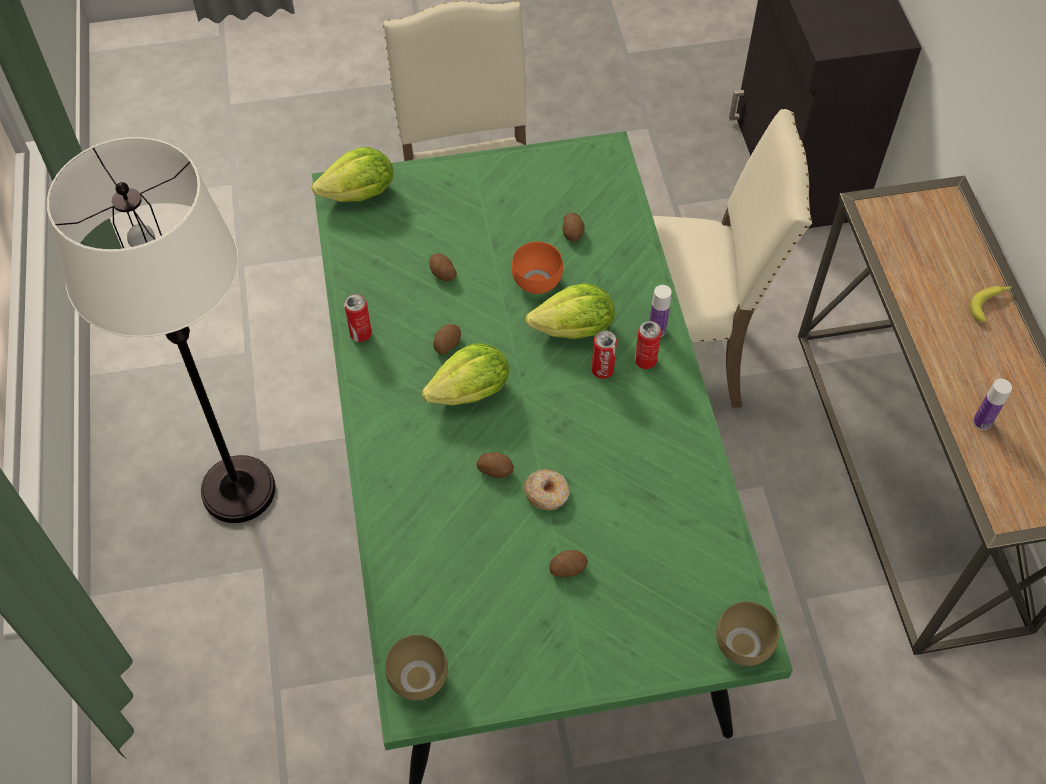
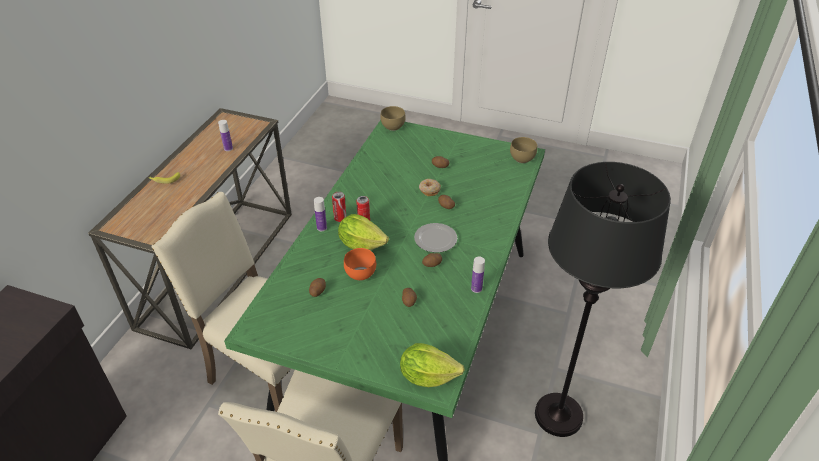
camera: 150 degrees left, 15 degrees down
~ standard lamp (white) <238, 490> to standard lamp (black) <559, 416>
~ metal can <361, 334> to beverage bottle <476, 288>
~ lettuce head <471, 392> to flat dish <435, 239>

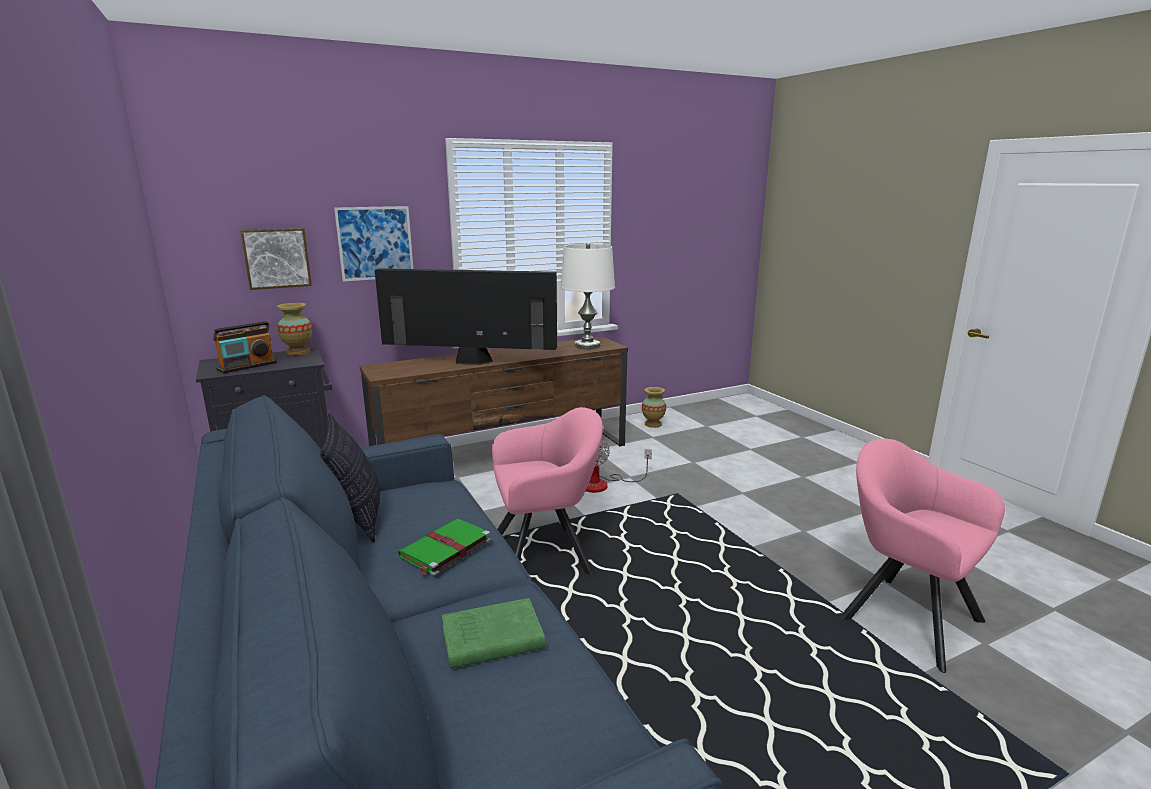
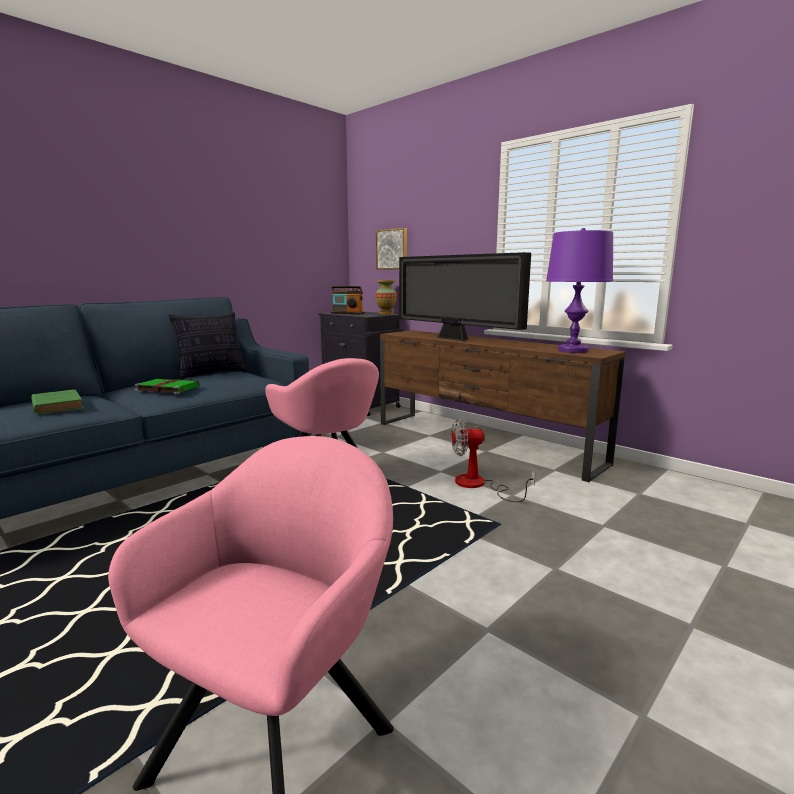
camera: 70 degrees right, 5 degrees down
- wall picture <375, 243>
~ table lamp (white) <587, 346> to table lamp (purplish) <573, 350>
~ TV <470, 362> = <455, 339> 150 degrees clockwise
- vase <653, 424>

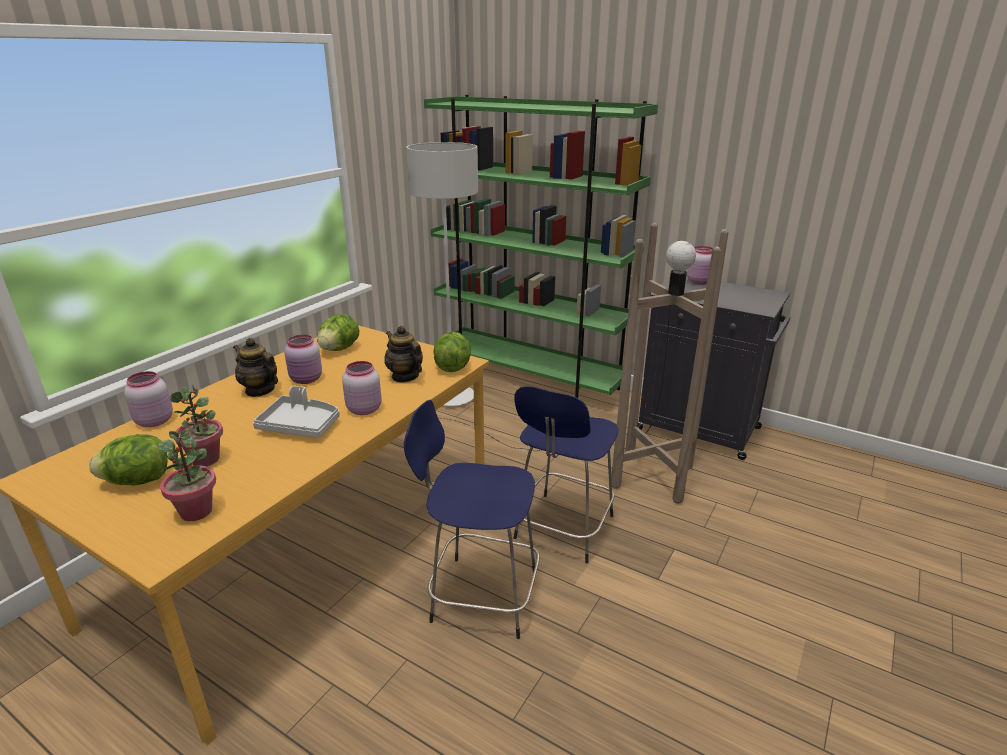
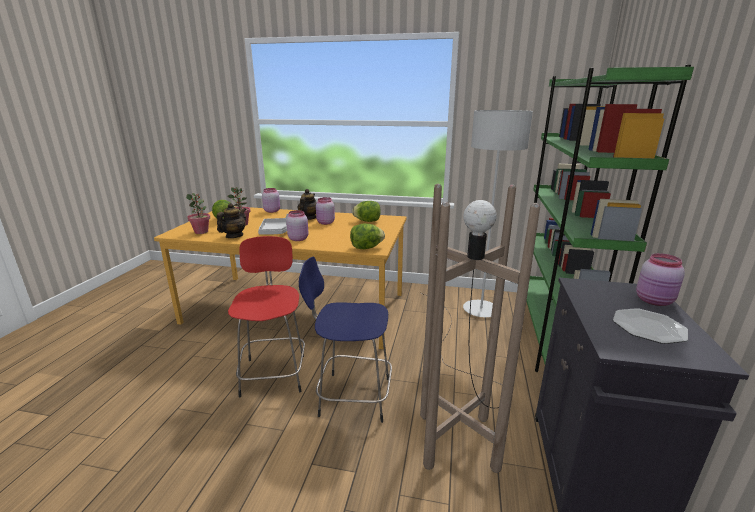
camera: 70 degrees right, 5 degrees down
~ pot for tea <405, 376> to <234, 236>
~ stool seat (blue-coloured) <480, 595> to stool seat (reddish) <274, 373>
+ flat dish <648, 327>

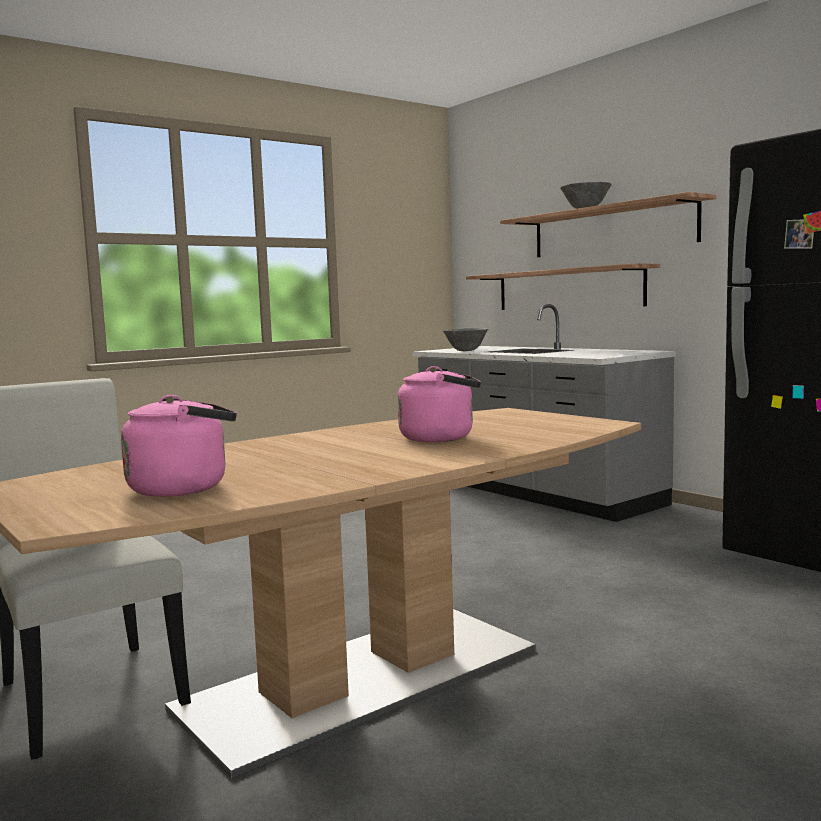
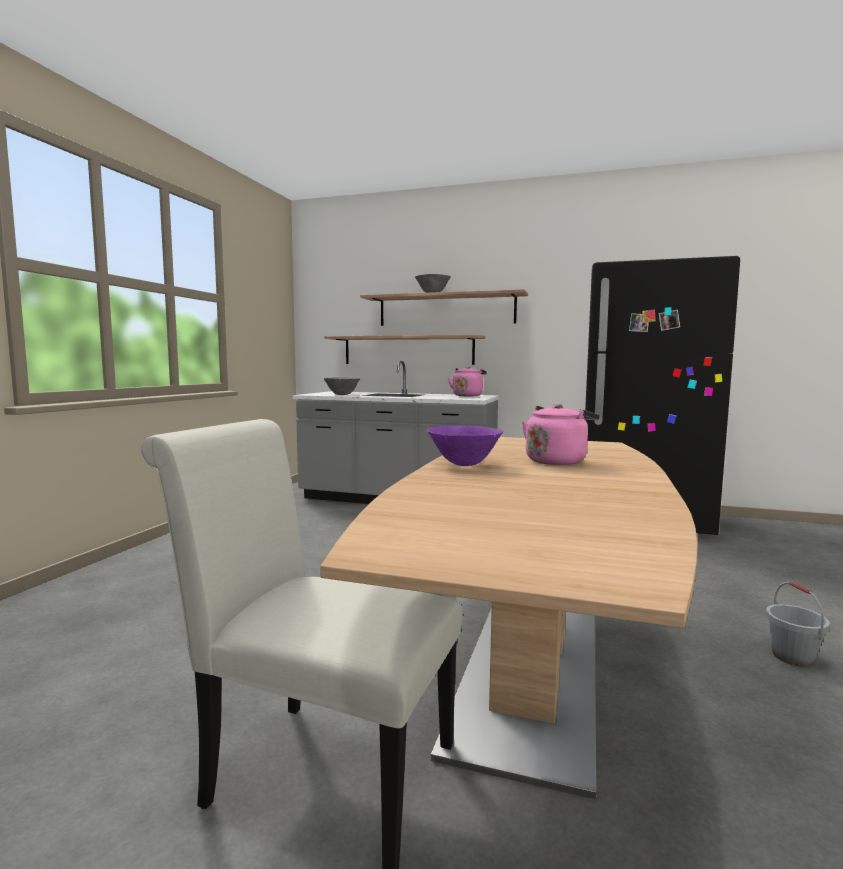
camera: 35 degrees left, 0 degrees up
~ kettle (pink) <184, 488> to <467, 395>
+ serving bowl (purplish) <464, 464>
+ bucket (greyish) <792, 657>

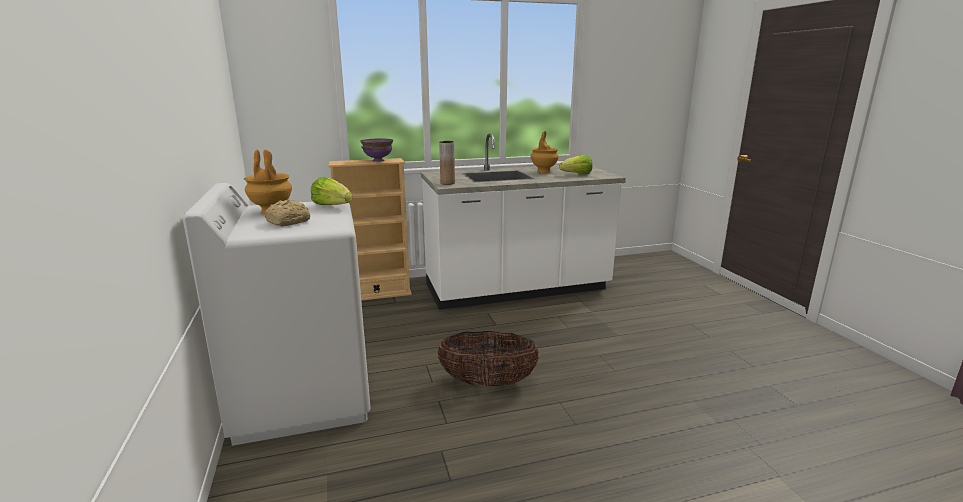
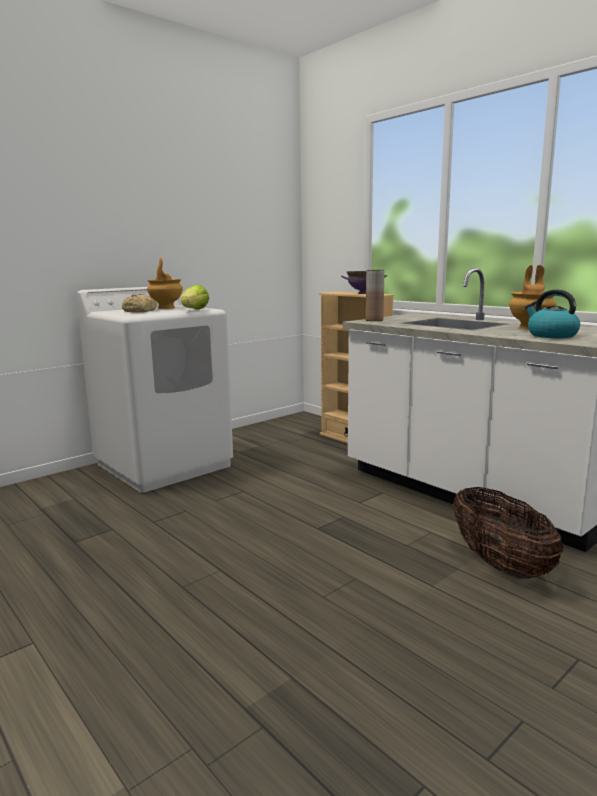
camera: 65 degrees right, 5 degrees down
~ lettuce head <577, 174> to kettle <551, 335>
~ basket <488, 382> to <500, 564>

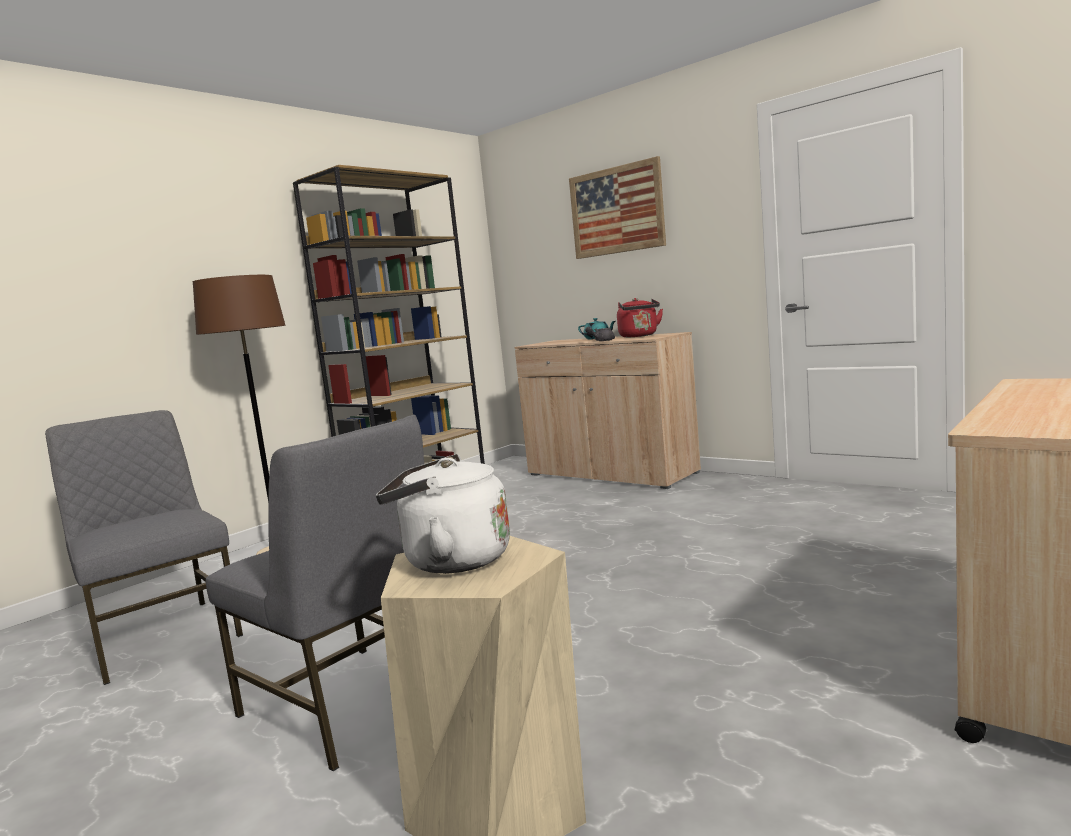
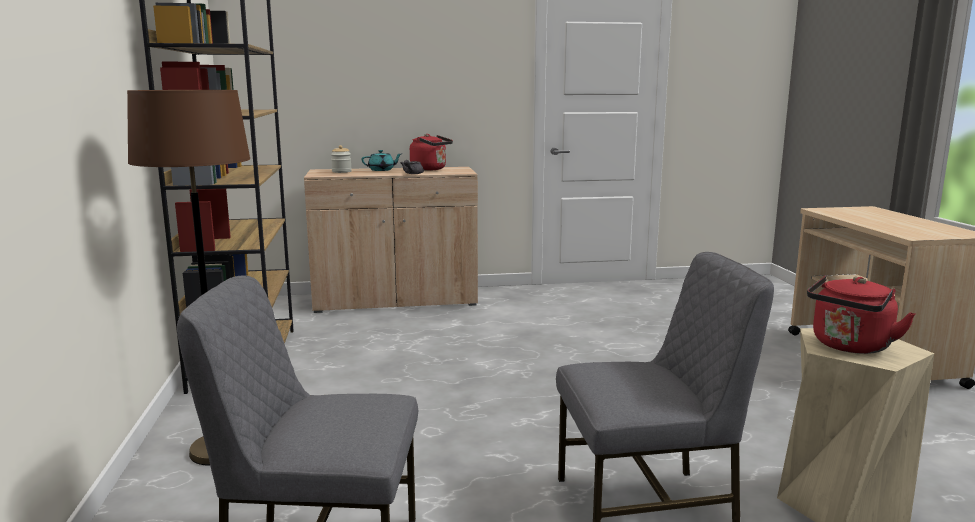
camera: 50 degrees left, 5 degrees up
- wall picture <616, 210>
~ kettle (white) <450, 561> to kettle (reddish) <849, 347>
+ storage jar <341, 171>

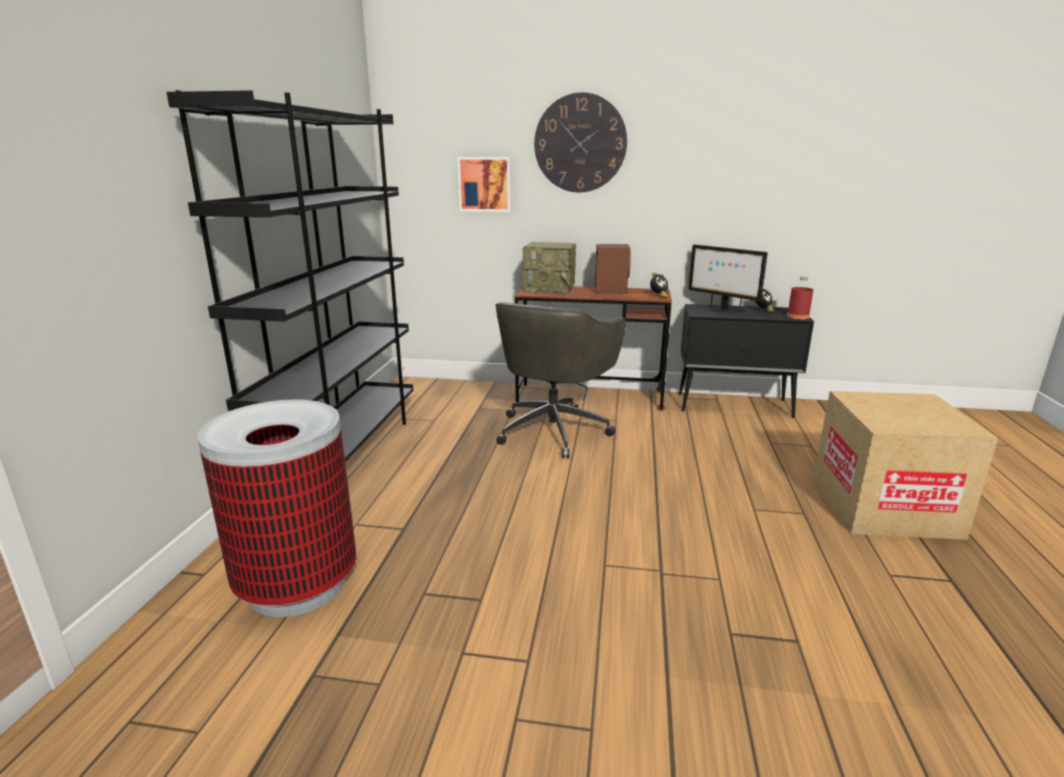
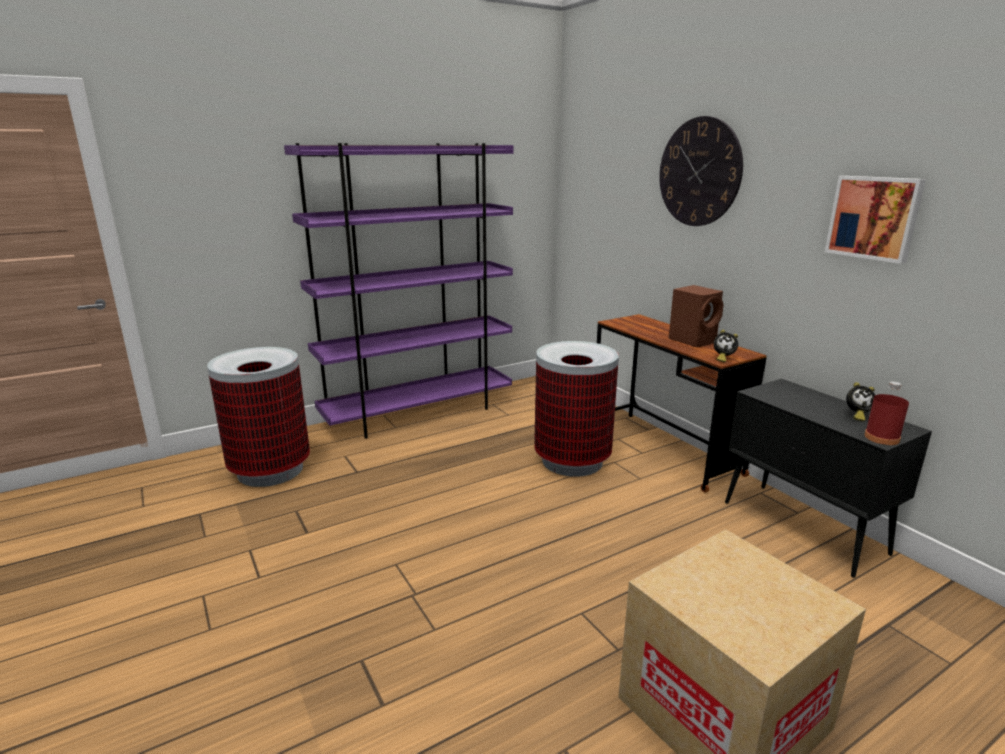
camera: 50 degrees right, 0 degrees up
~ shelving unit (black) <345, 454> to shelving unit (purplish) <419, 413>
~ wall picture <485, 184> to <874, 217>
- radio <550, 289>
- monitor <722, 310>
~ office chair (greyish) <554, 430> to waste bin <571, 461>

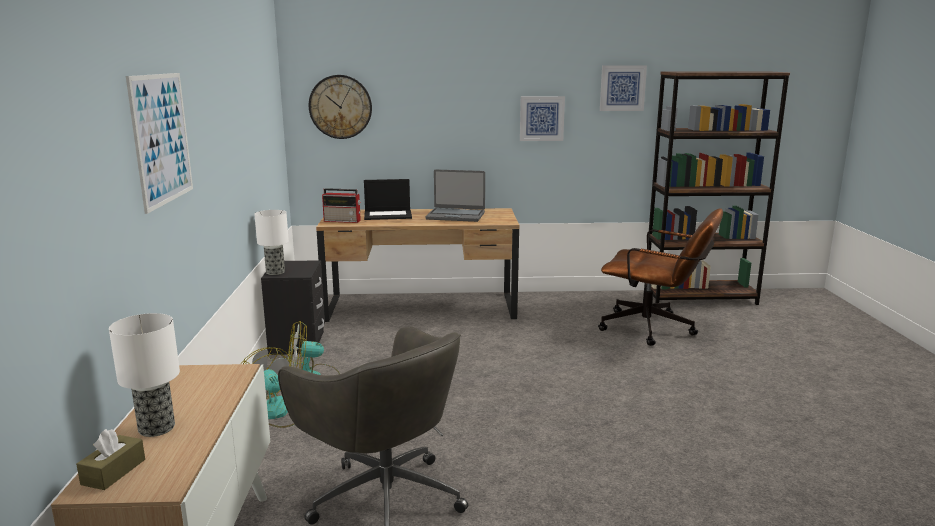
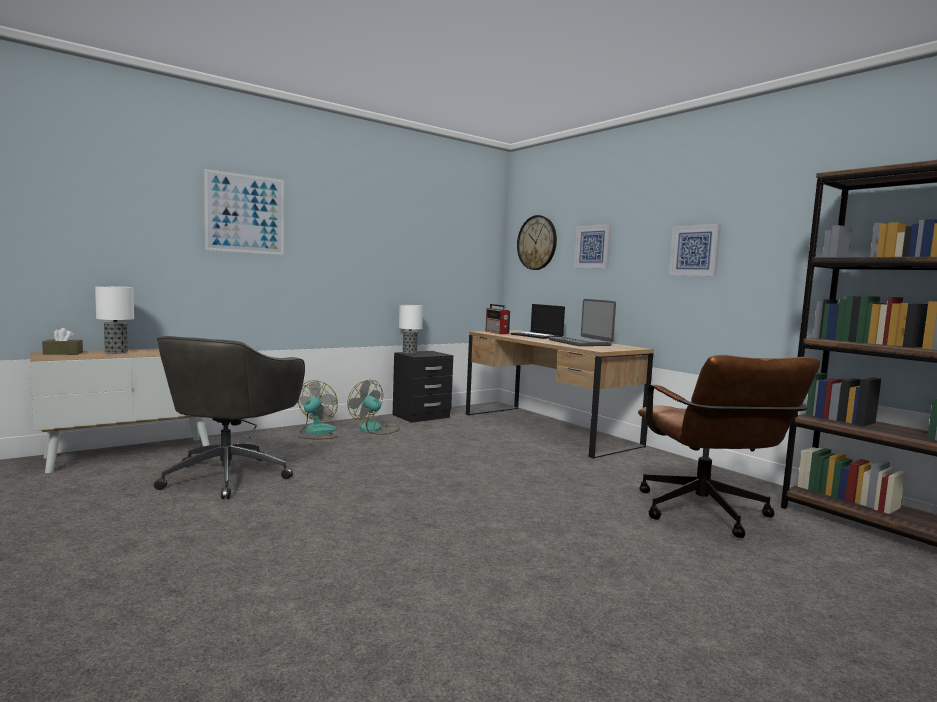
camera: 55 degrees right, 10 degrees down
~ wall picture <622, 88> to <593, 247>

